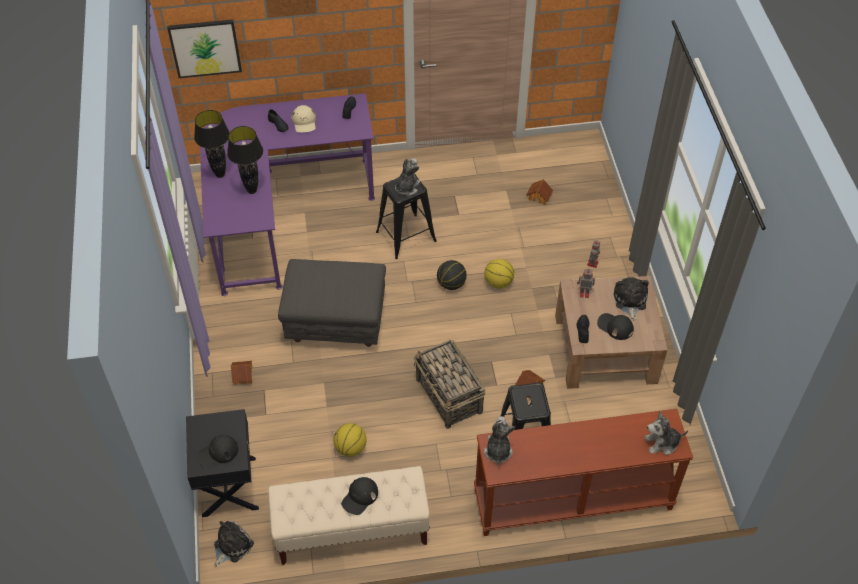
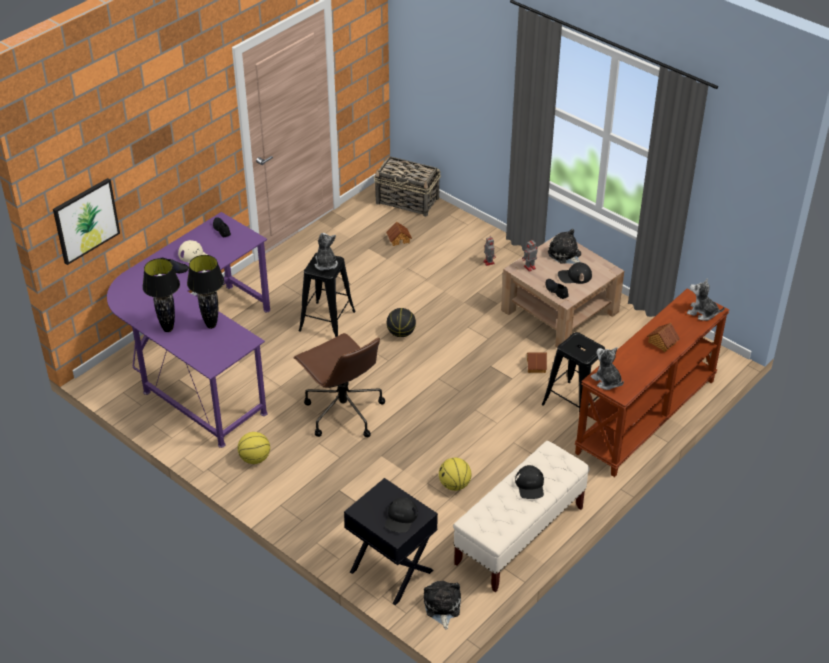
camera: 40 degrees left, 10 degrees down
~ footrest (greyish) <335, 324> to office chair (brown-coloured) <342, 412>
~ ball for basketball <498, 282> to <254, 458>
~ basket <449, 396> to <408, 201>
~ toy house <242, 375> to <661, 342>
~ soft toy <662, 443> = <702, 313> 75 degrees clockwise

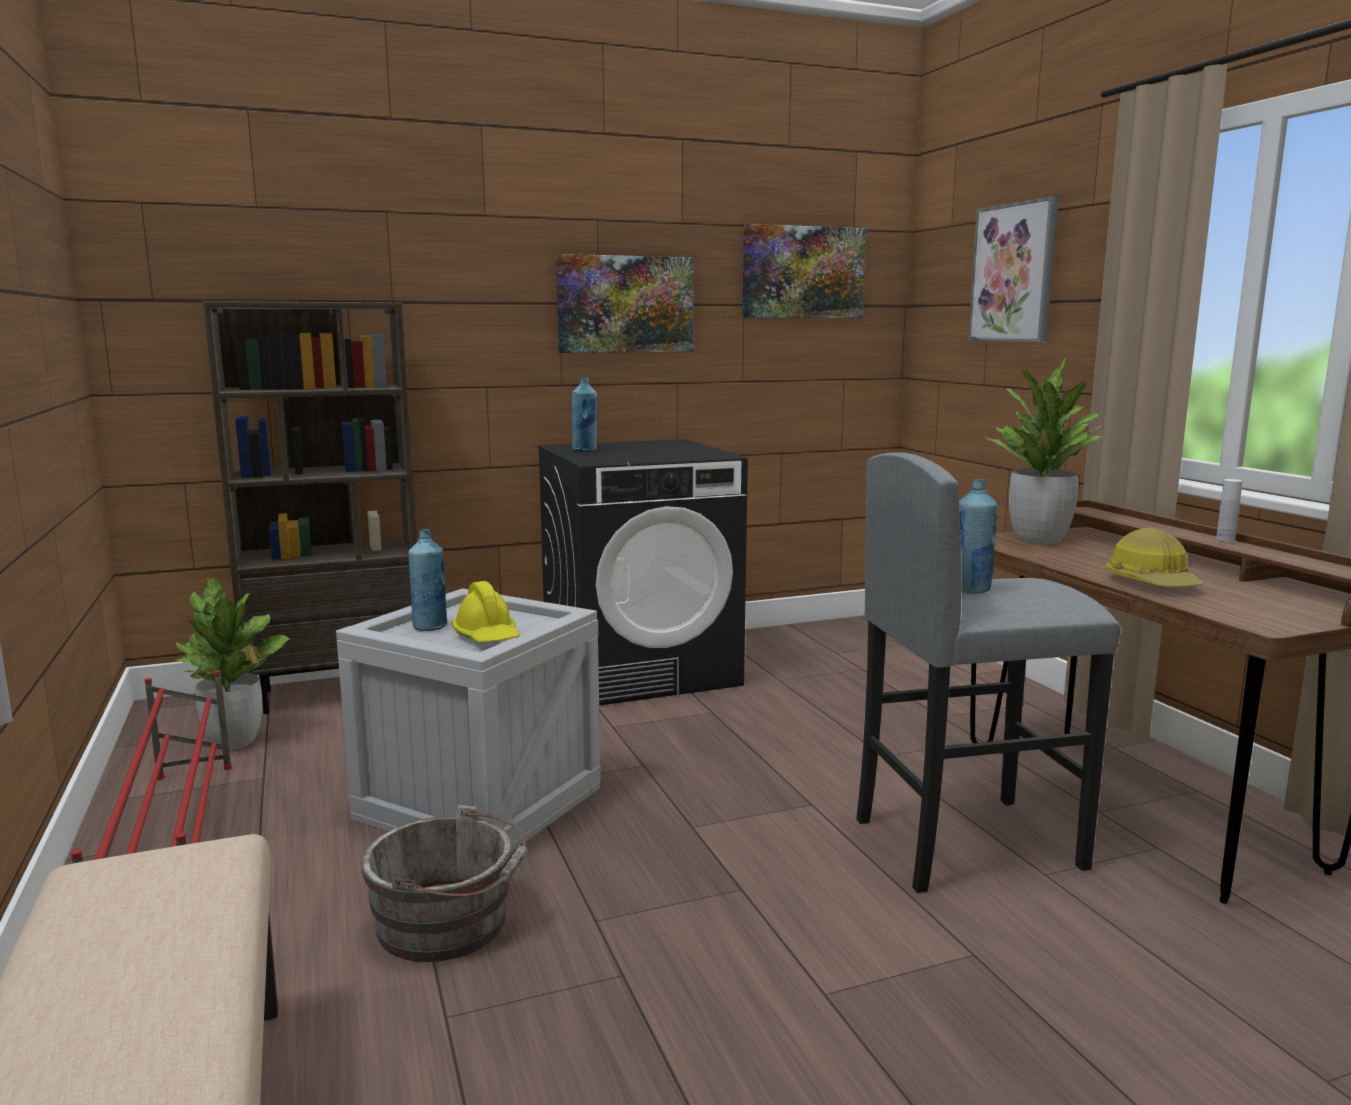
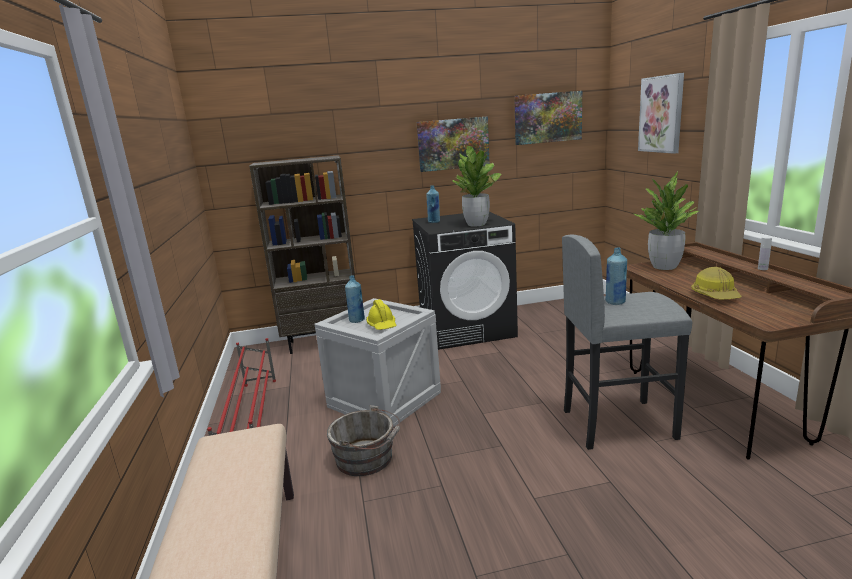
camera: 10 degrees right, 5 degrees up
~ plant in a pot <234, 742> to <477, 224>

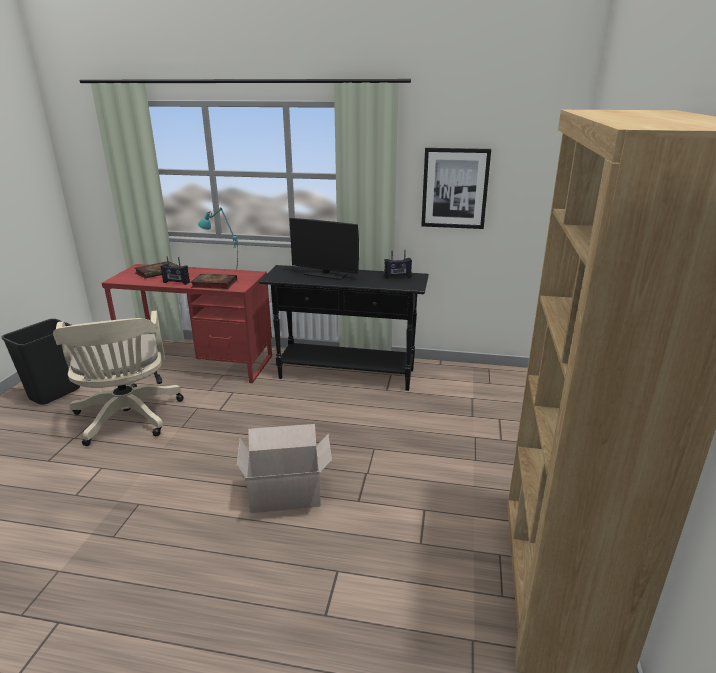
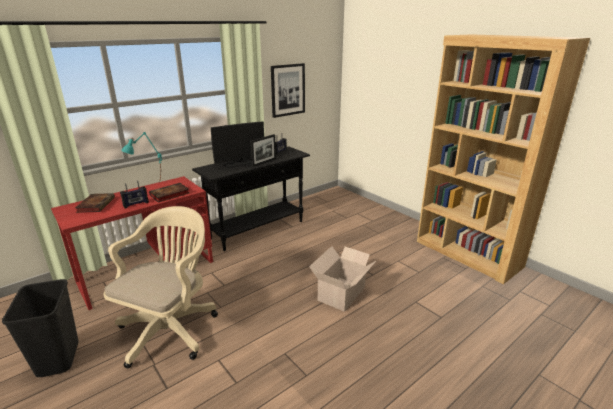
camera: 50 degrees left, 0 degrees up
~ office chair (sand-coloured) <128, 419> = <171, 328> 90 degrees counterclockwise
+ picture frame <264, 162>

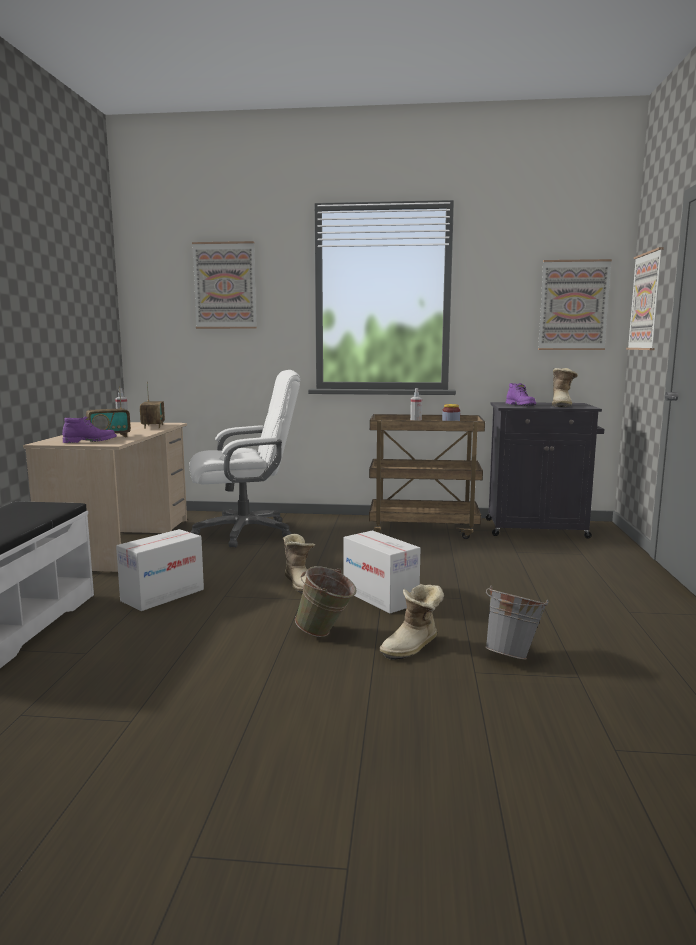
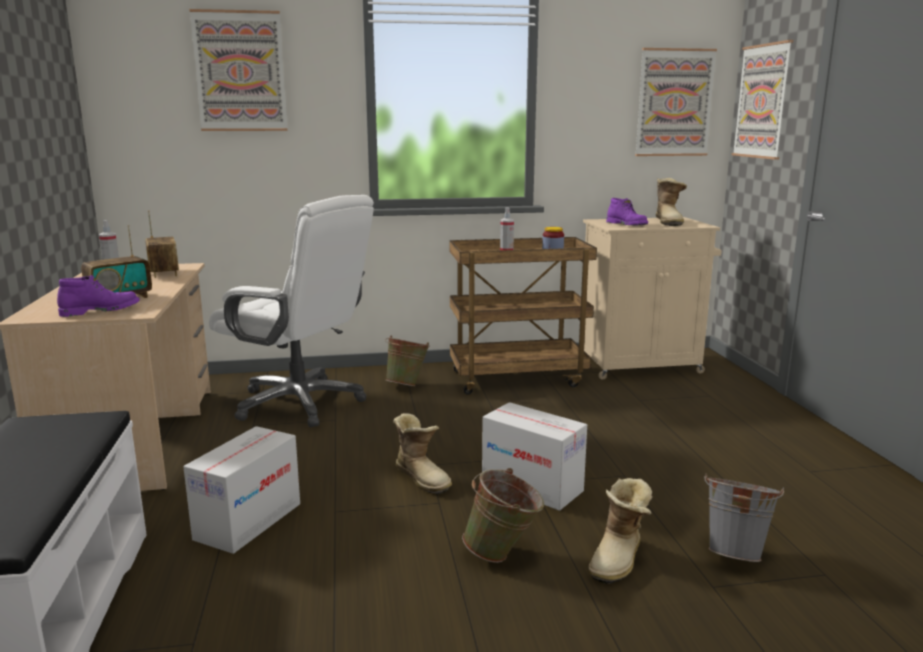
camera: 15 degrees left, 5 degrees up
~ office chair (white) <245, 532> = <300, 403> 60 degrees clockwise
~ storage cabinet (black) <538, 529> to storage cabinet (sand-coloured) <641, 365>
+ bucket (green) <407, 385>

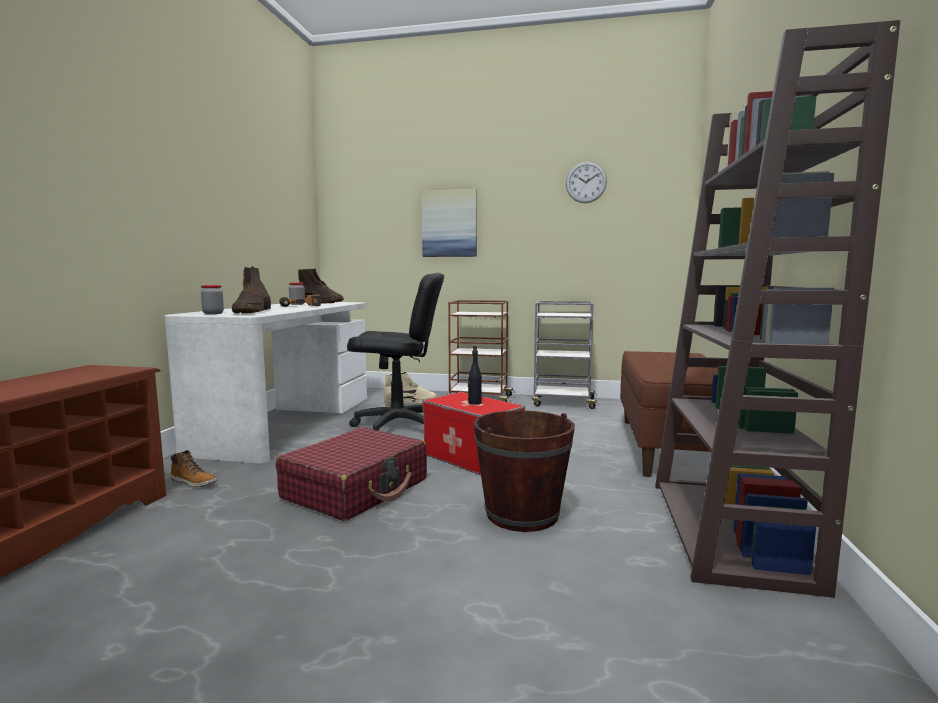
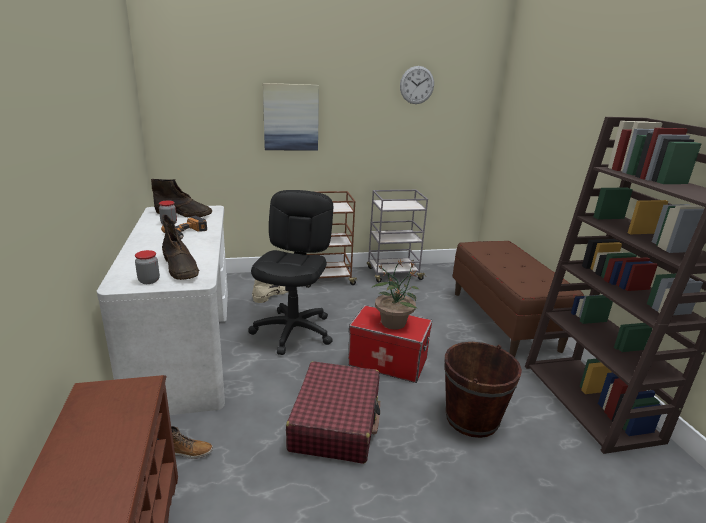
camera: 25 degrees left, 15 degrees up
~ office chair (black) <398, 427> = <293, 331> 60 degrees counterclockwise
~ beverage bottle (black) <474, 403> to plant in a pot <393, 322>

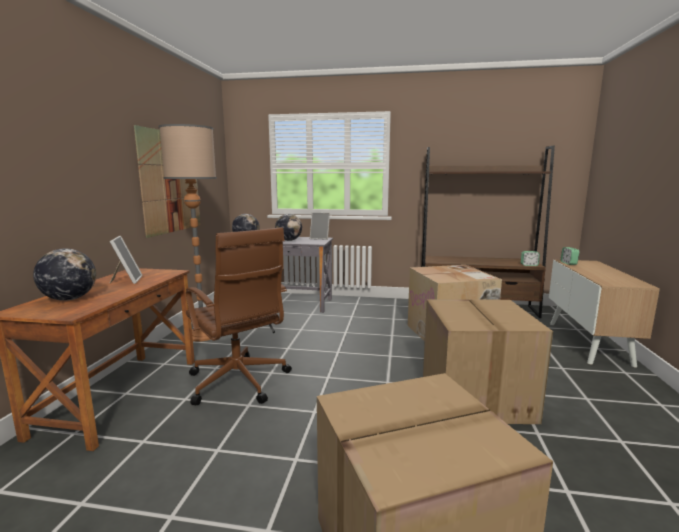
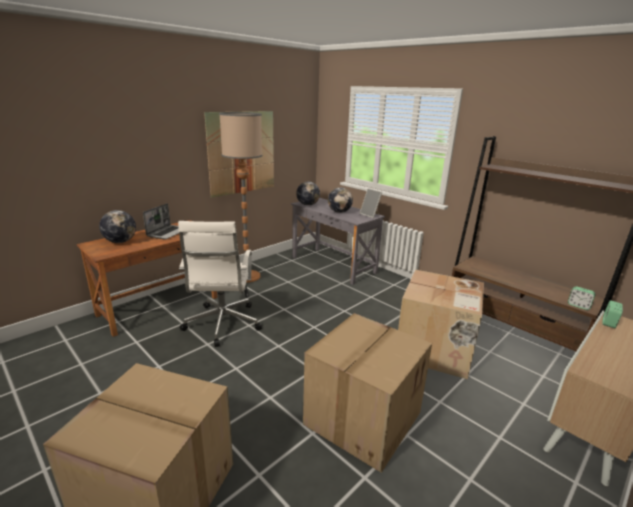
camera: 35 degrees right, 10 degrees up
~ office chair (brown-coloured) <239, 382> to office chair (white) <222, 325>
~ picture frame <127, 280> to notebook computer <168, 232>

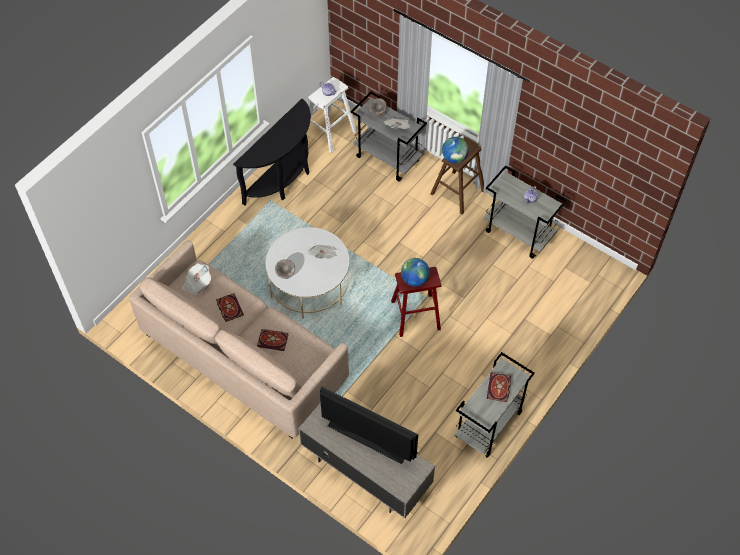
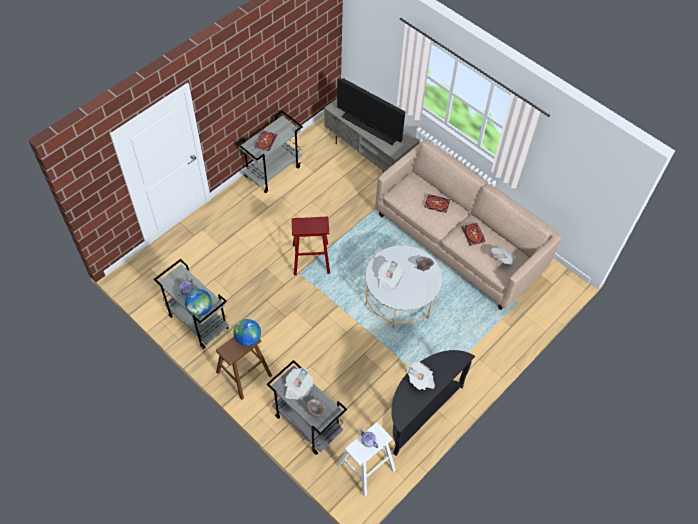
camera: 175 degrees left, 0 degrees up
~ desk globe <414, 280> to <200, 309>
+ daily paper <420, 380>

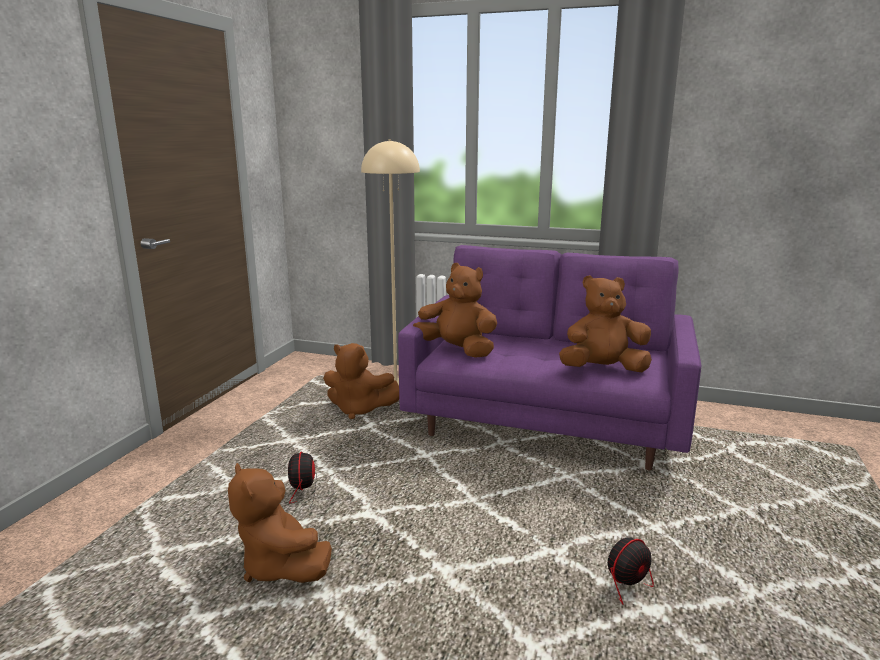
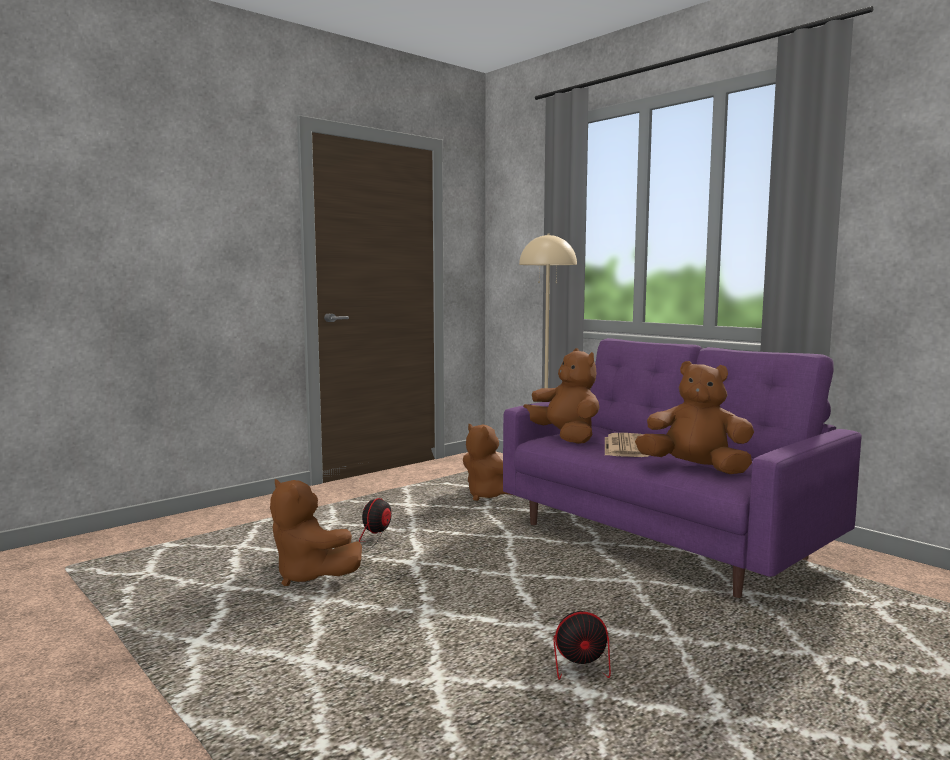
camera: 30 degrees right, 10 degrees down
~ soft toy (brown-coloured) <280, 566> = <310, 576> 45 degrees counterclockwise
+ daily paper <625, 446>

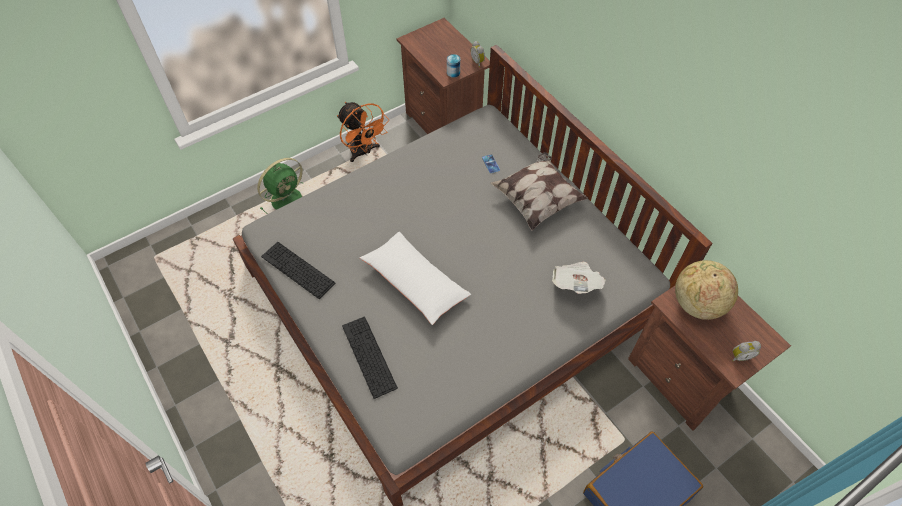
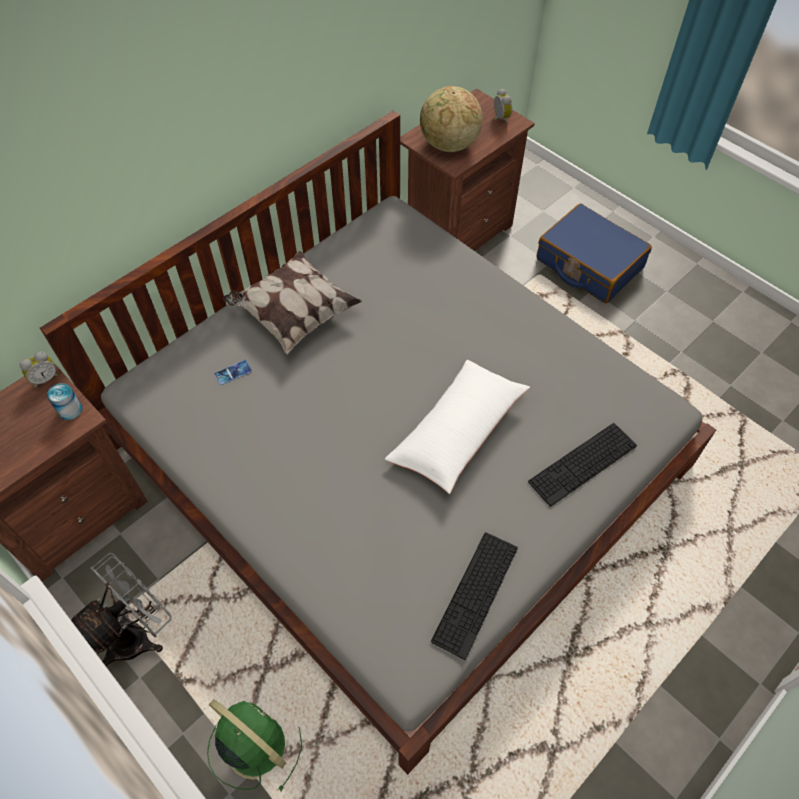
camera: 100 degrees left, 0 degrees up
~ fan (orange) <363, 152> to fan (greyish) <138, 633>
- daily paper <576, 284>

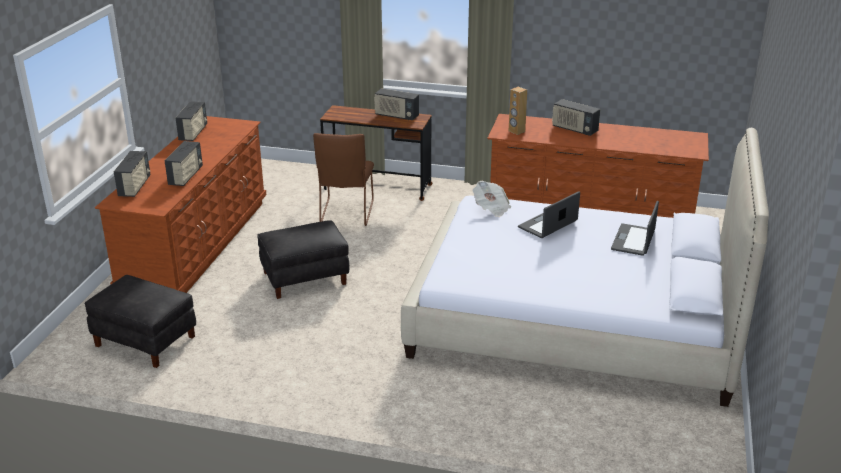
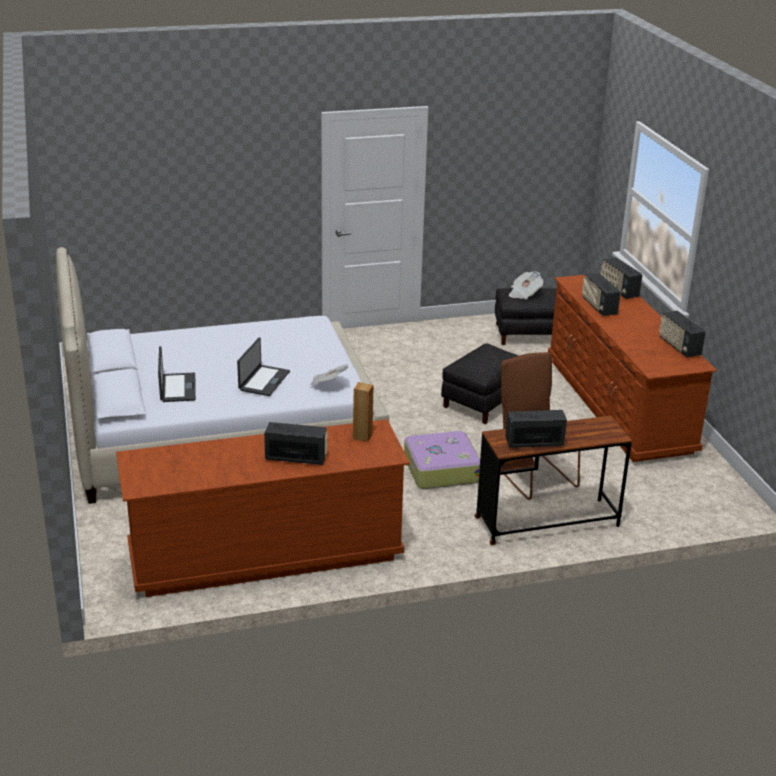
camera: 150 degrees right, 0 degrees up
+ daily paper <524, 294>
+ travel case <440, 469>

